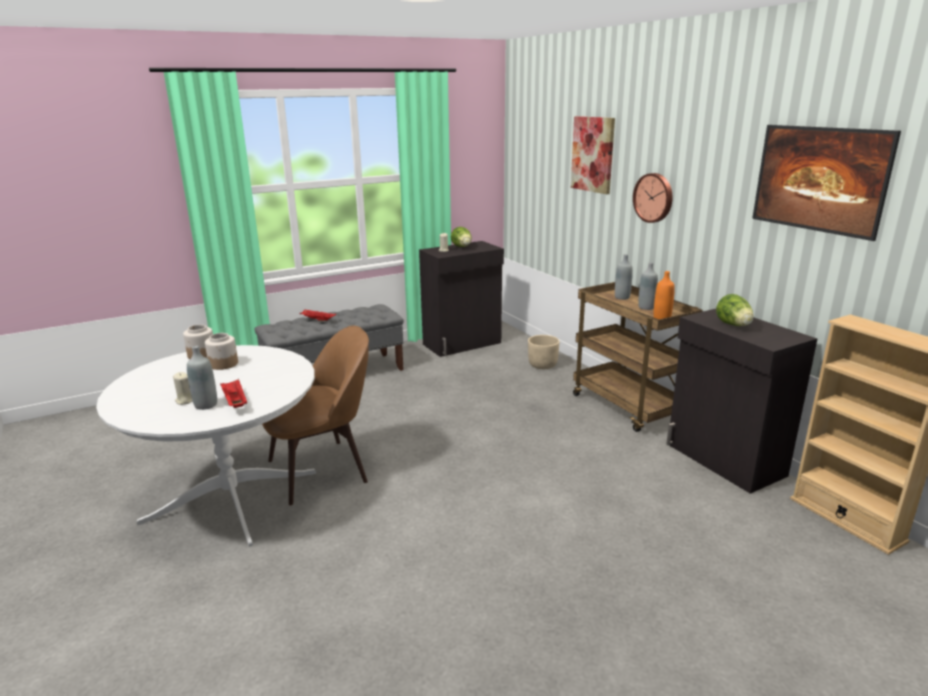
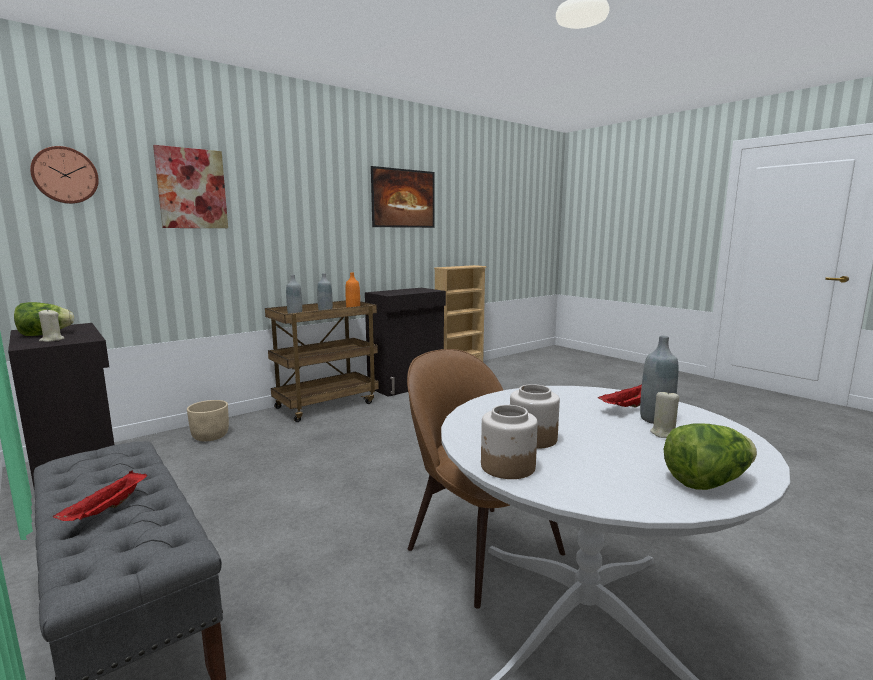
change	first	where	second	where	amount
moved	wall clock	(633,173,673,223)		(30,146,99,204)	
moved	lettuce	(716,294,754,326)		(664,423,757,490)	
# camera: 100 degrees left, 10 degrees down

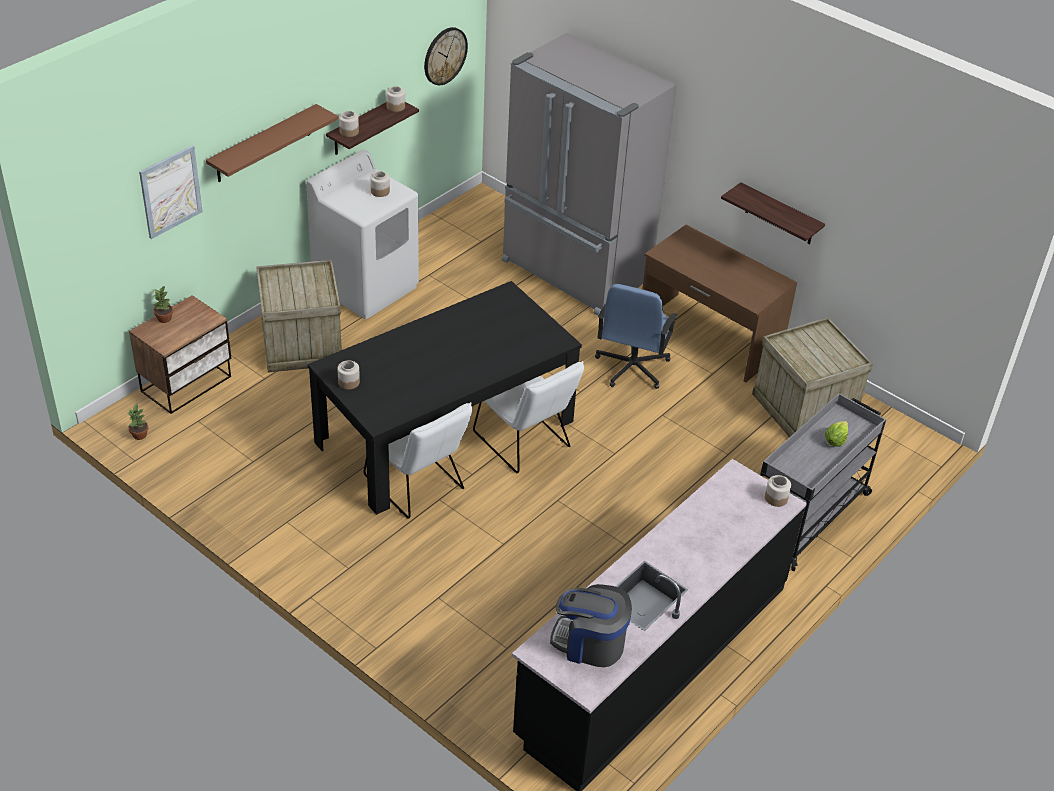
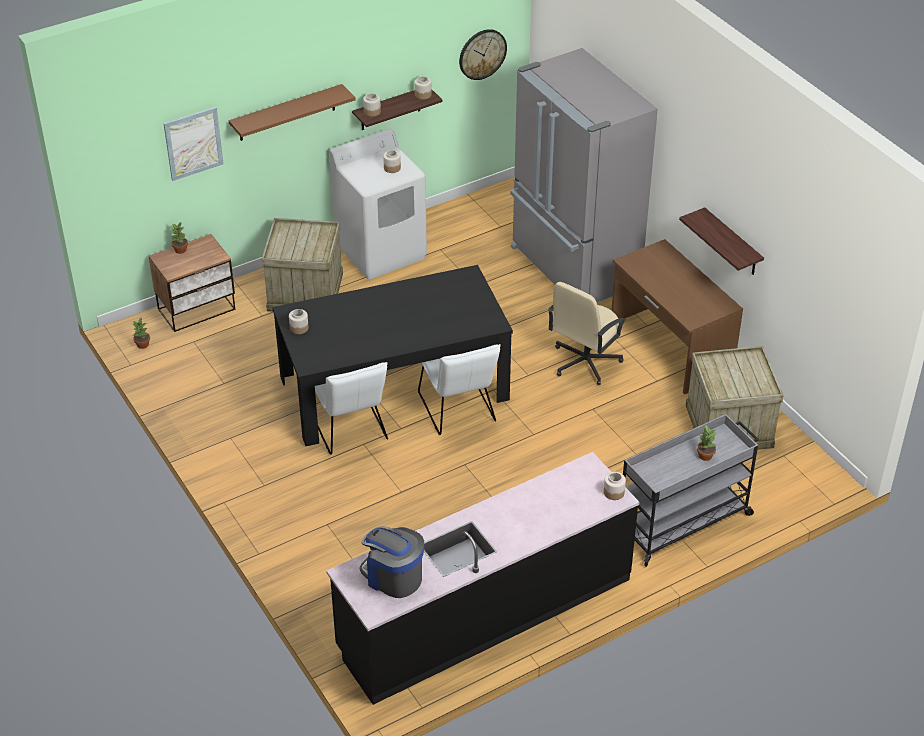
change	first	where	second	where	amount
recoloured	blue office chair	(595,284,678,389)	beige office chair	(548,282,626,385)	
replaced	lettuce	(825,421,848,446)	potted plant	(697,426,716,461)	
# camera: 20 degrees right, 0 degrees up

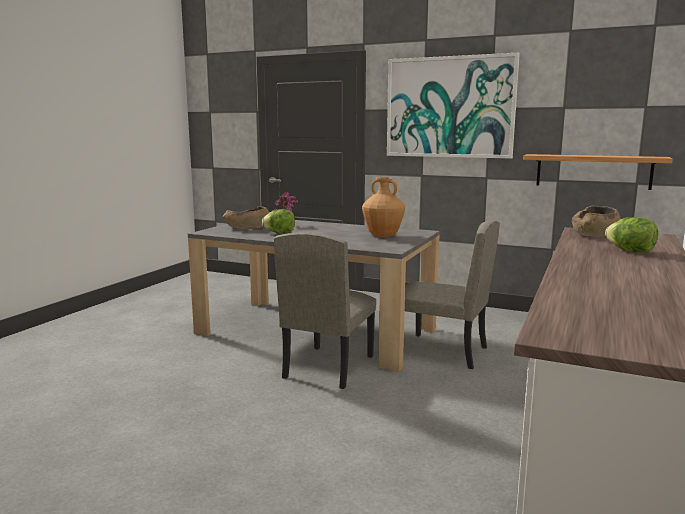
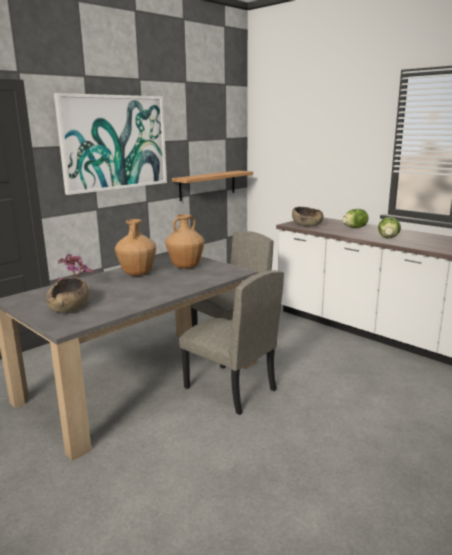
change	first	where	second	where	amount
moved	lettuce	(262,209,295,233)		(378,217,401,239)	
added			brown vase	(115,219,156,276)	
# camera: 70 degrees left, 5 degrees up

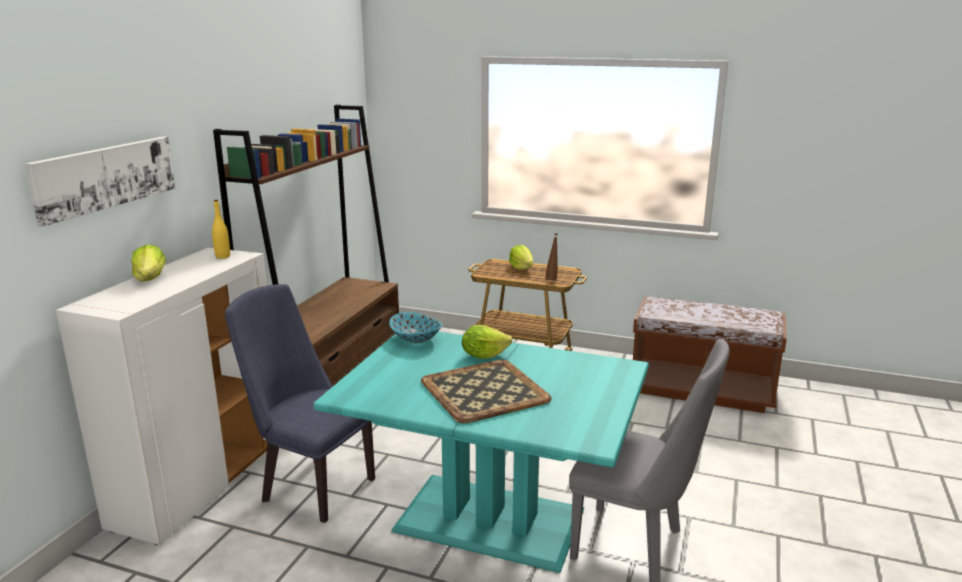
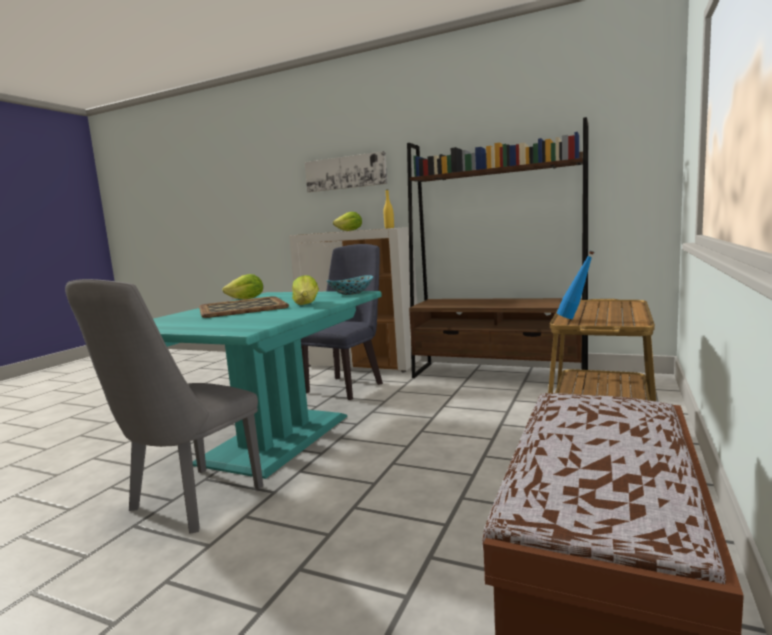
change	first	where	second	where	amount
moved	lettuce	(509,245,533,270)		(222,274,263,299)	
recoloured	brown bottle	(545,233,558,281)	blue bottle	(557,250,595,319)	
# camera: 95 degrees right, 10 degrees down

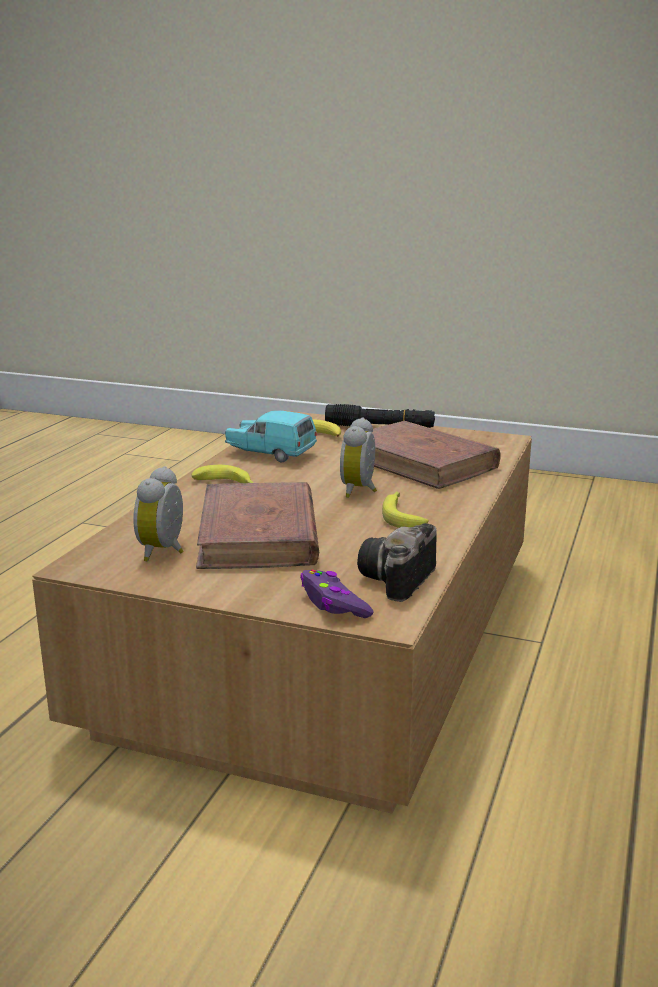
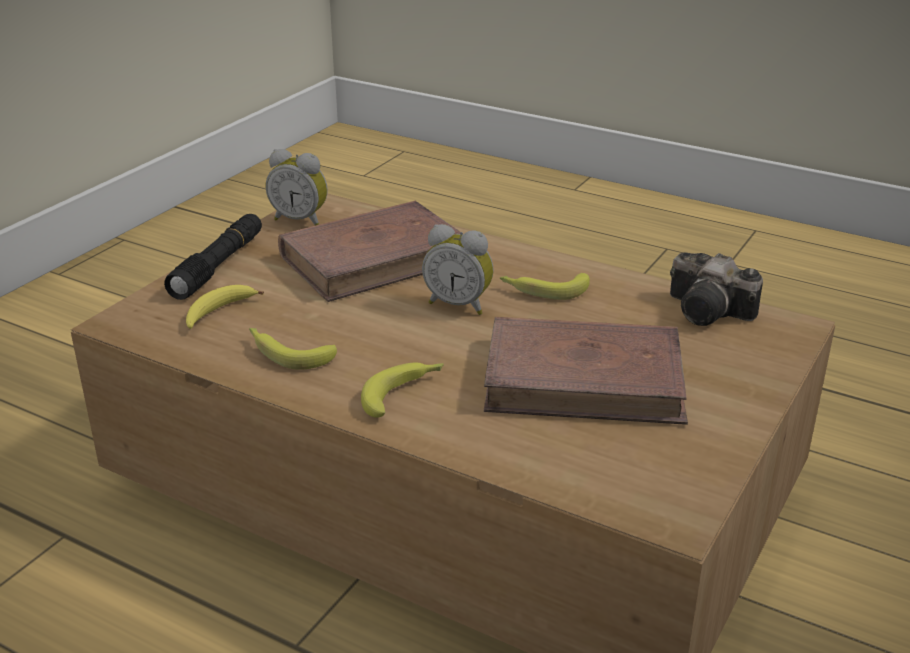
change	first	where	second	where	amount
moved	alarm clock	(133,466,183,562)		(266,149,328,226)	
replaced	turquoise toy car	(225,410,317,462)	banana	(249,328,337,370)	
removed	purple game controller	(300,569,373,618)			
# camera: 80 degrees left, 10 degrees up

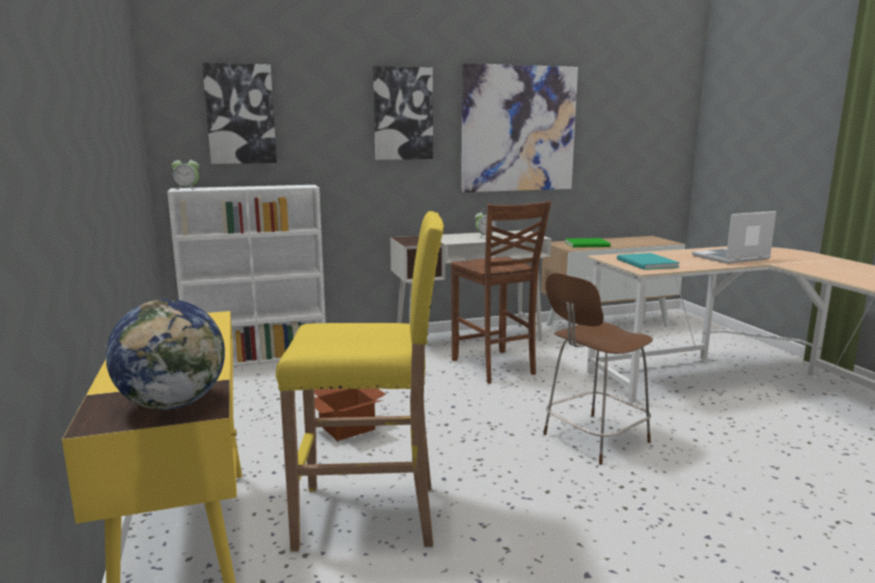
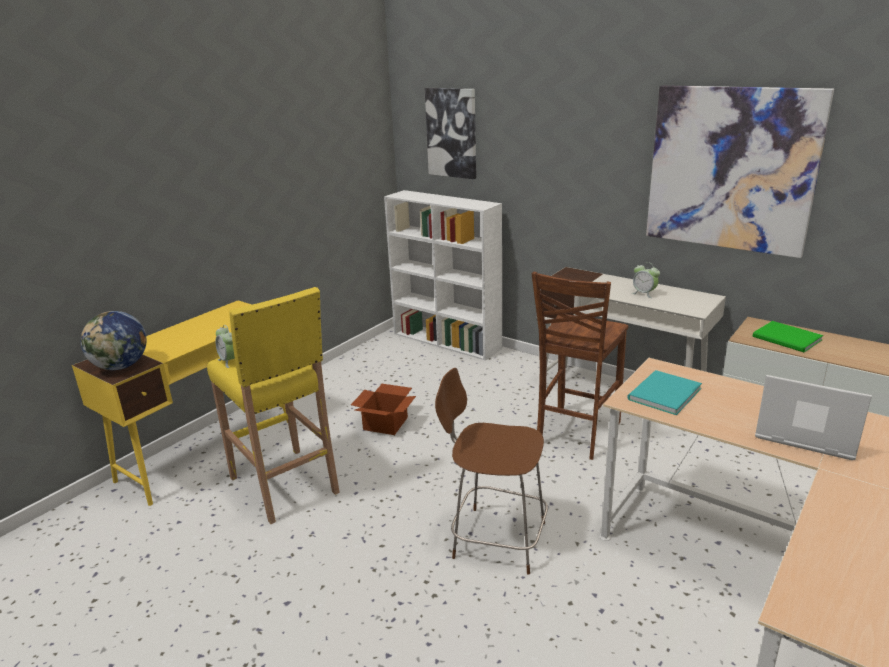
change	first	where	second	where	amount
moved	alarm clock	(171,156,199,190)		(215,325,235,368)	
removed	picture	(373,66,433,160)			
# camera: 55 degrees right, 10 degrees up

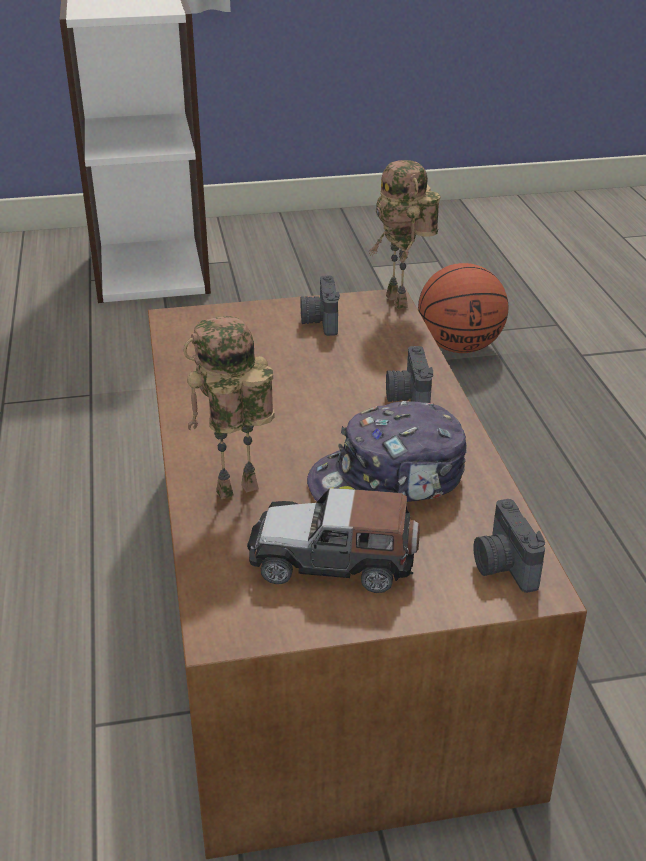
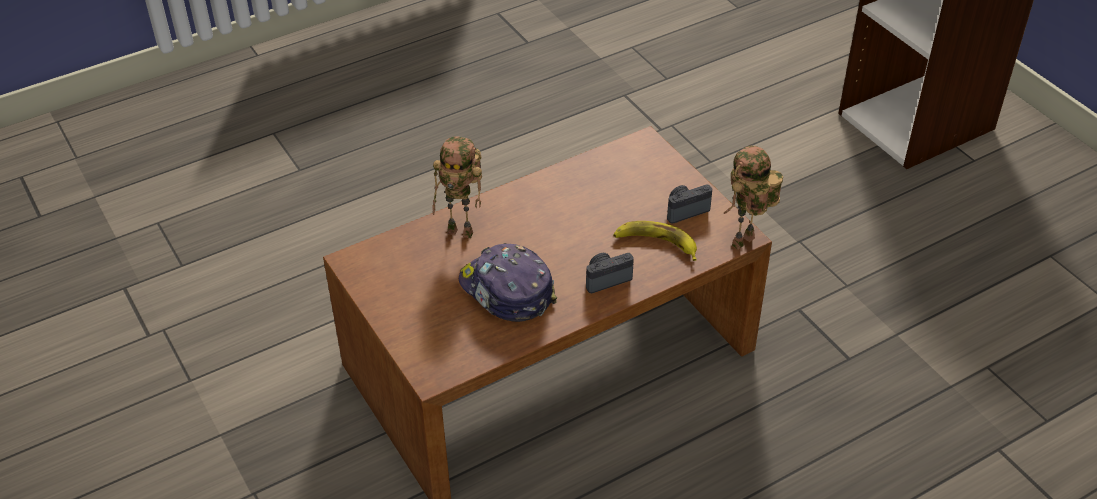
change	first	where	second	where	amount
turned	toy robot	(183,316,274,499)		(432,136,482,238)	150 degrees clockwise
removed	toy car	(247,488,420,593)			
removed	basketball	(418,263,508,353)			
removed	photo camera	(473,499,545,593)			
added			banana	(613,221,697,261)	
# camera: 70 degrees right, 10 degrees up

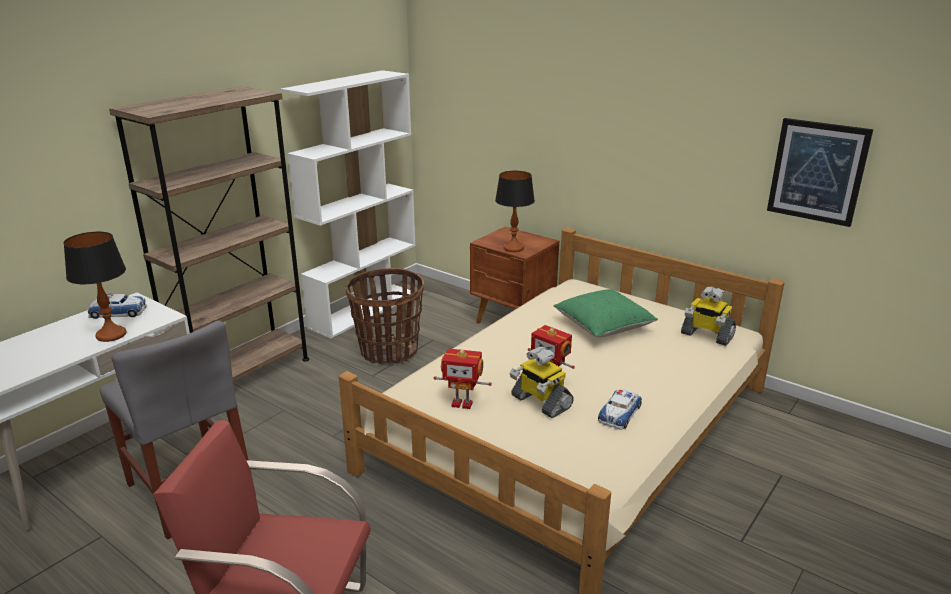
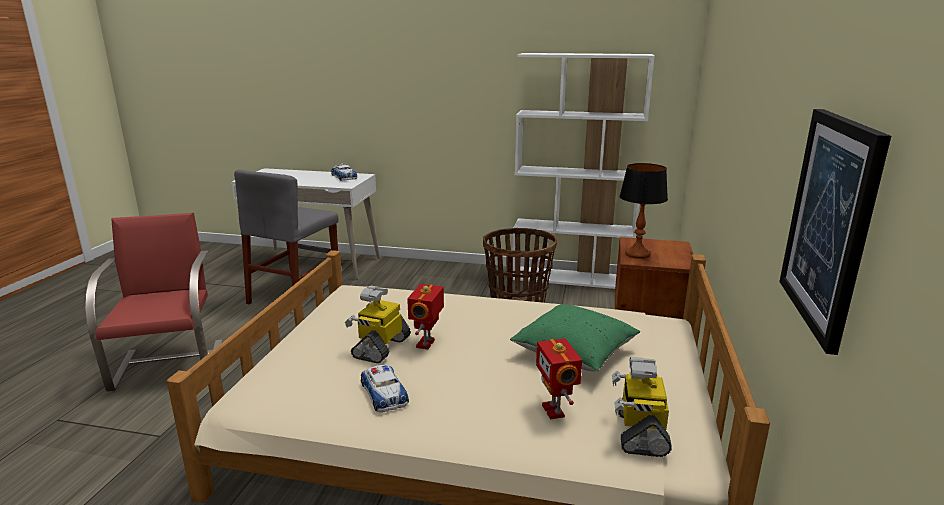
change	first	where	second	where	amount
removed	table lamp	(63,232,126,342)			
removed	brown bookcase	(109,86,309,382)			
moved	toy robot	(433,348,492,409)		(536,338,582,419)	
turned	toy car	(598,389,642,429)		(360,365,409,412)	120 degrees counterclockwise
# camera: 65 degrees right, 5 degrees down

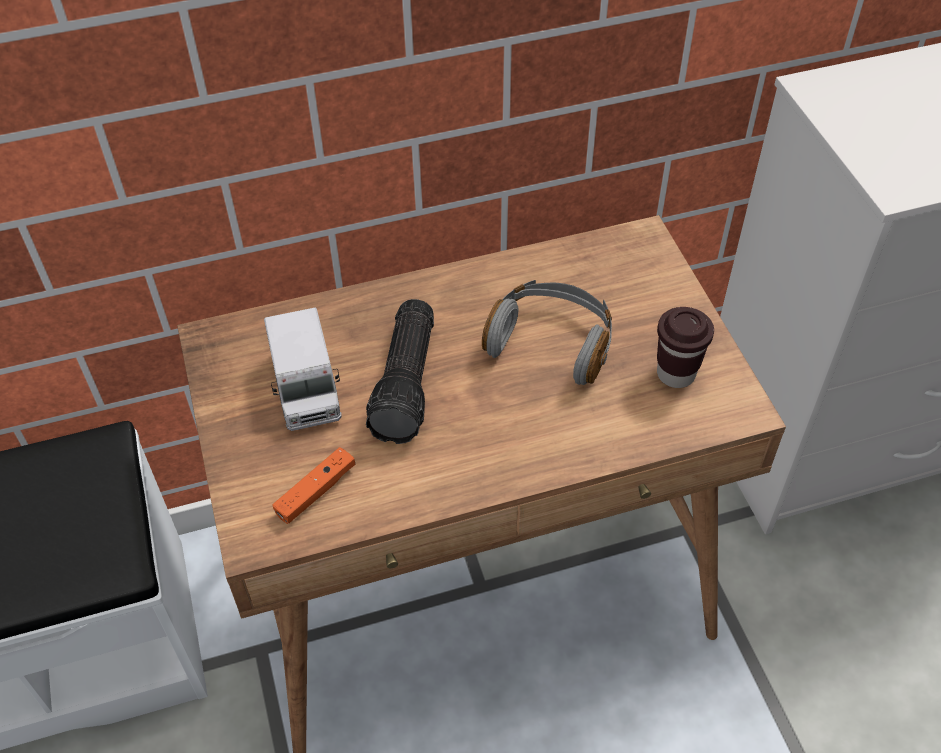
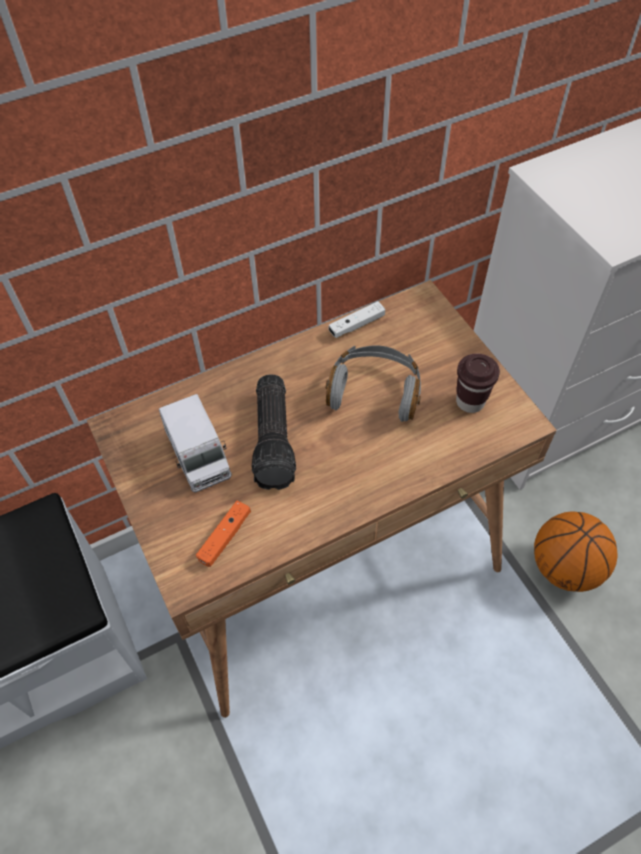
change	first	where	second	where	amount
added			white game controller	(329,301,385,338)	
added			basketball	(534,511,618,592)	
# camera: 10 degrees left, 5 degrees up

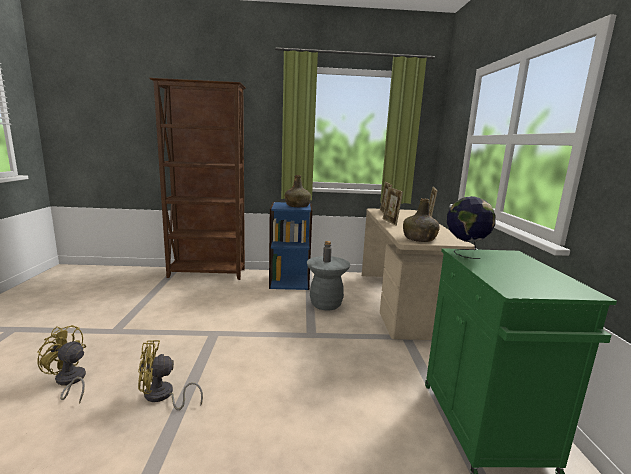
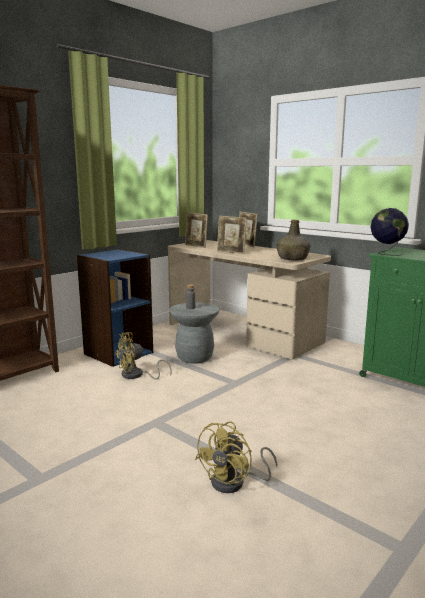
change	first	where	second	where	amount
moved	yellow fan	(37,325,86,403)		(115,332,172,380)	
removed	green bottle	(285,175,311,207)			
# camera: 45 degrees left, 0 degrees up

